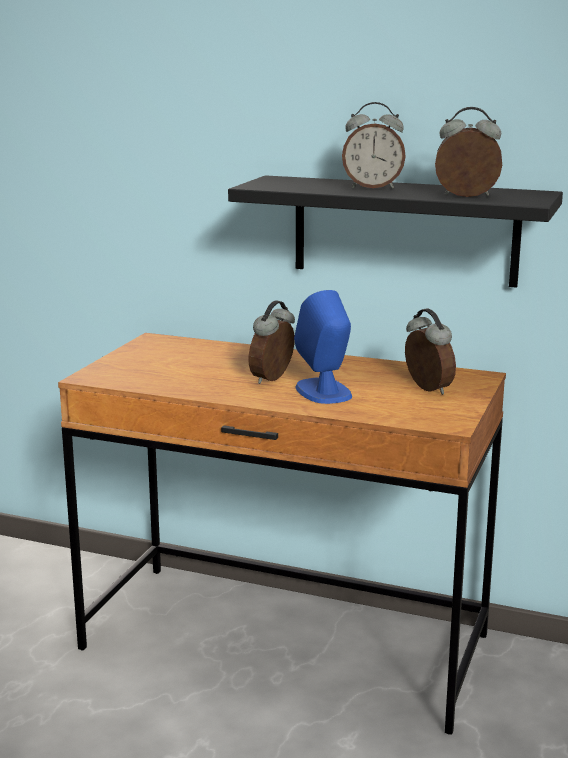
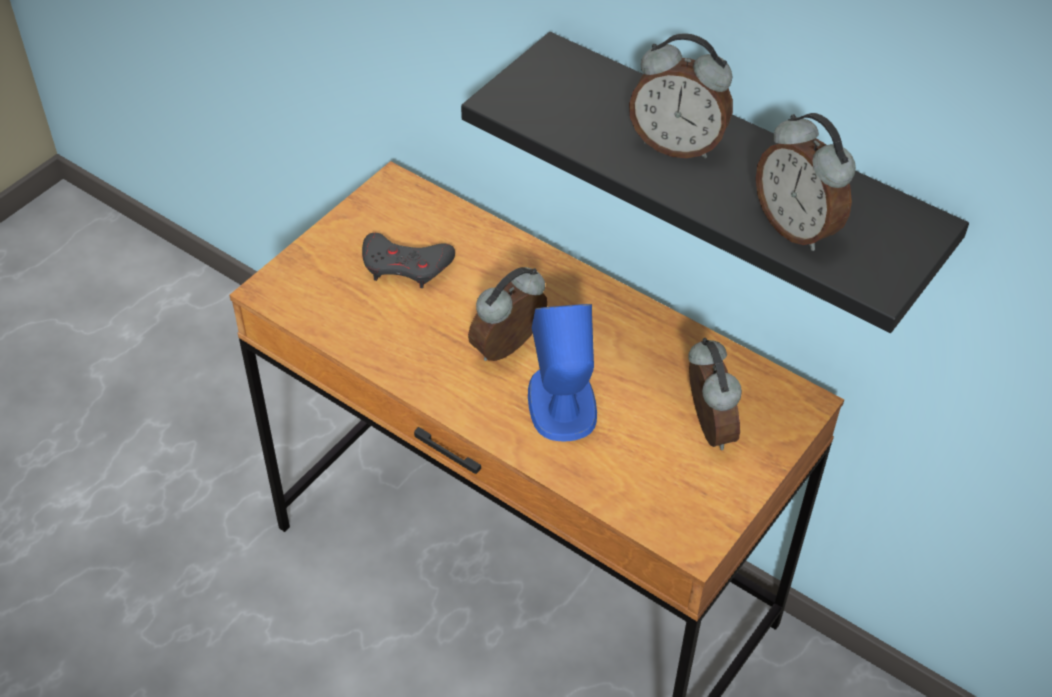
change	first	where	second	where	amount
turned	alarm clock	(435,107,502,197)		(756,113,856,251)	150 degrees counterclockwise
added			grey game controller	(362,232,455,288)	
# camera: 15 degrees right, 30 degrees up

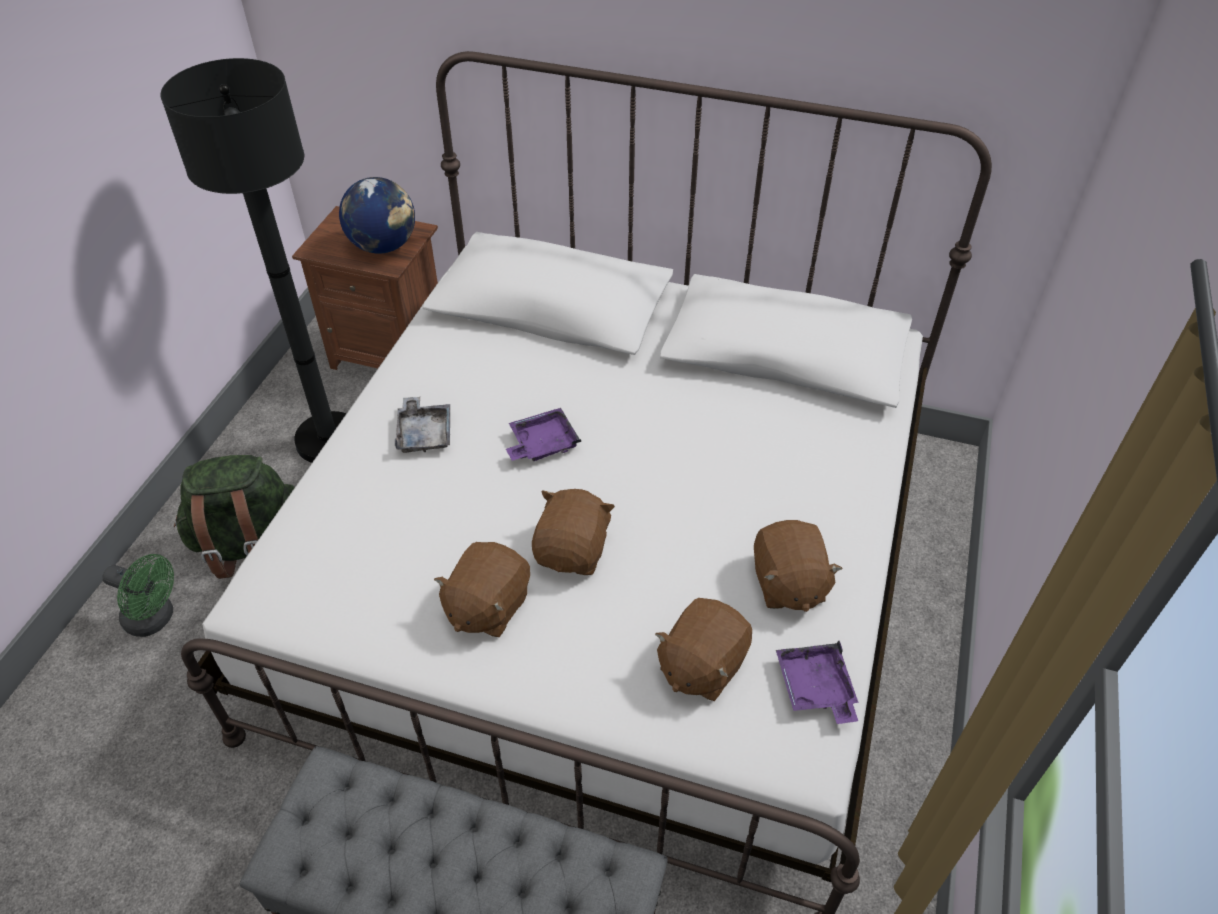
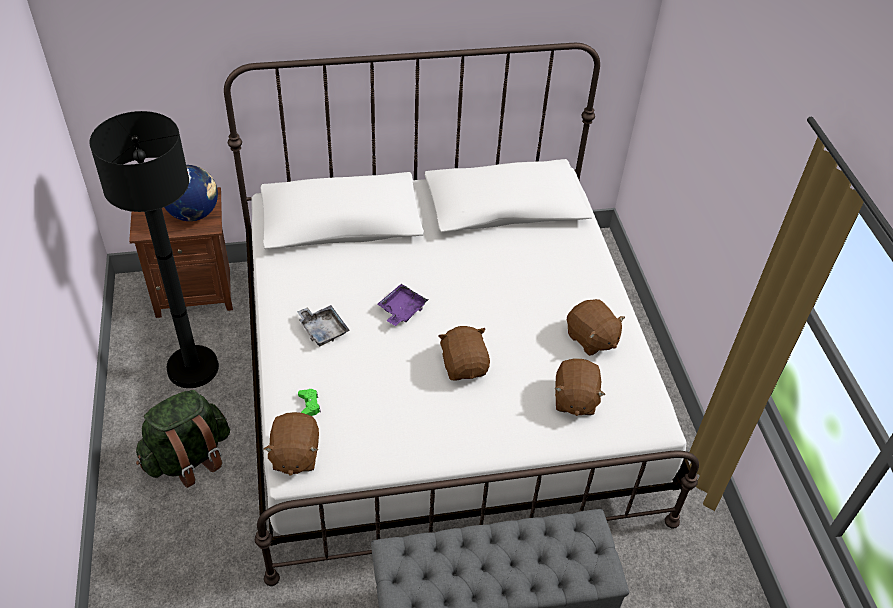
change	first	where	second	where	amount
removed	green fan	(103,554,174,637)			
moved	brown plush toy	(434,542,530,637)		(264,412,319,476)	
removed	purple tray	(776,641,859,724)			
added			green game controller	(298,389,321,416)	
# camera: 30 degrees left, 0 degrees up

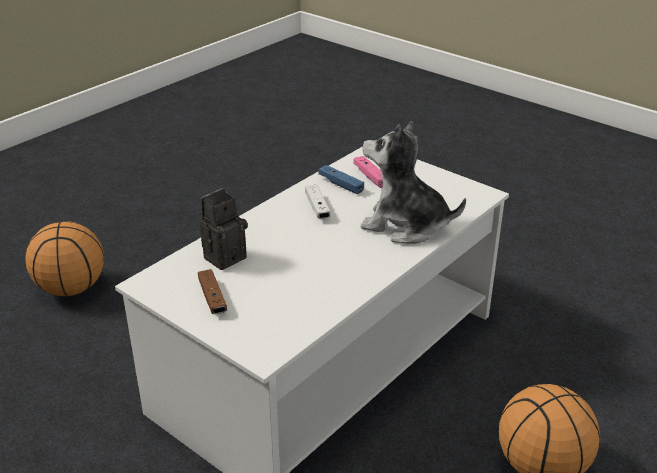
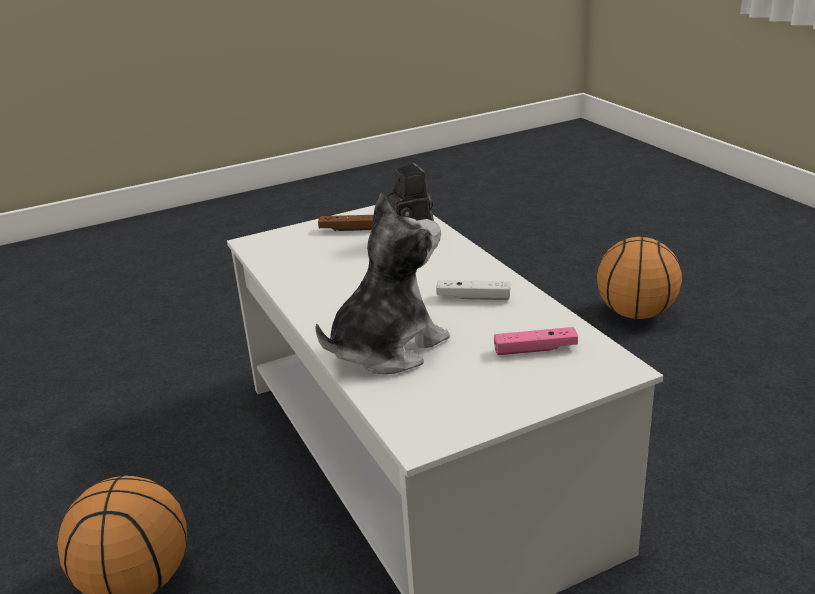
change	first	where	second	where	amount
removed	blue game controller	(318,165,364,194)			
# camera: 115 degrees right, 5 degrees down

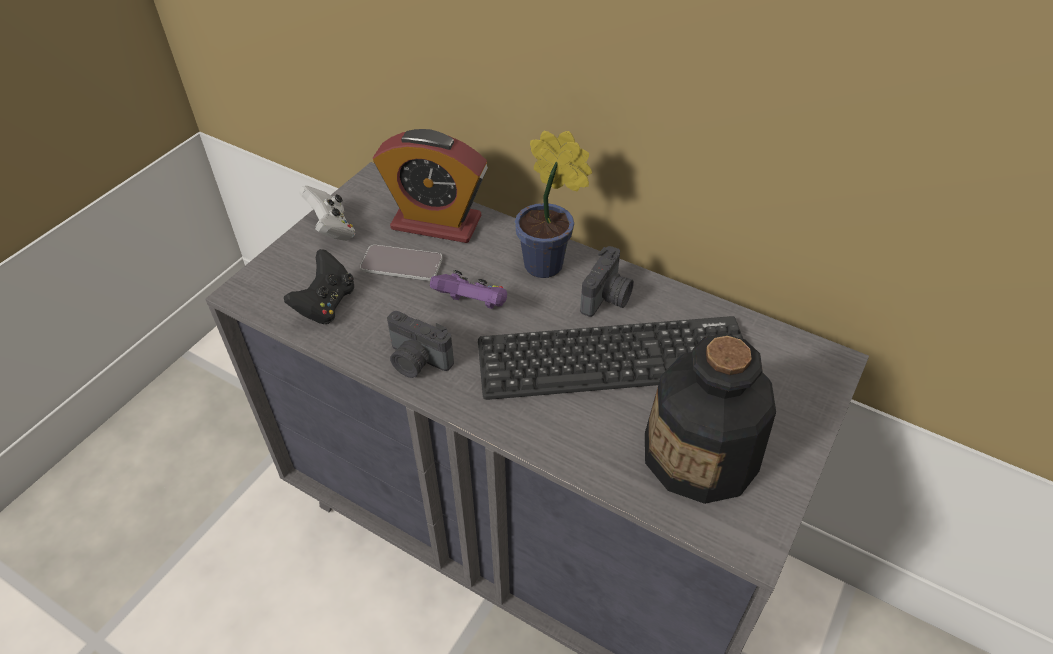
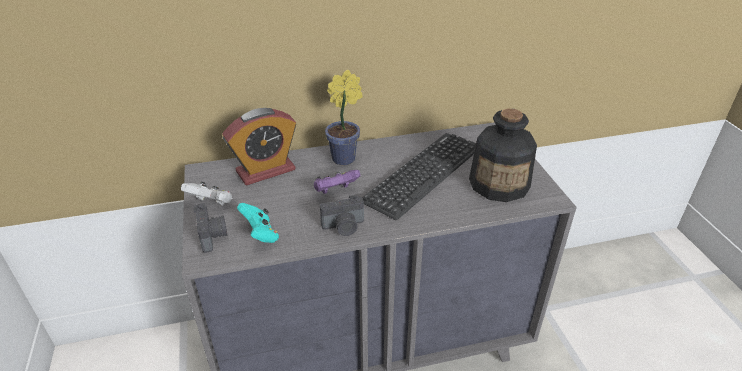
change	first	where	second	where	amount
recoloured	black game controller	(284,249,354,324)	turquoise game controller	(237,203,279,243)	
removed	phone	(360,245,442,281)			
moved	photo camera	(580,246,634,317)		(194,203,227,253)	
# camera: 45 degrees left, 10 degrees down

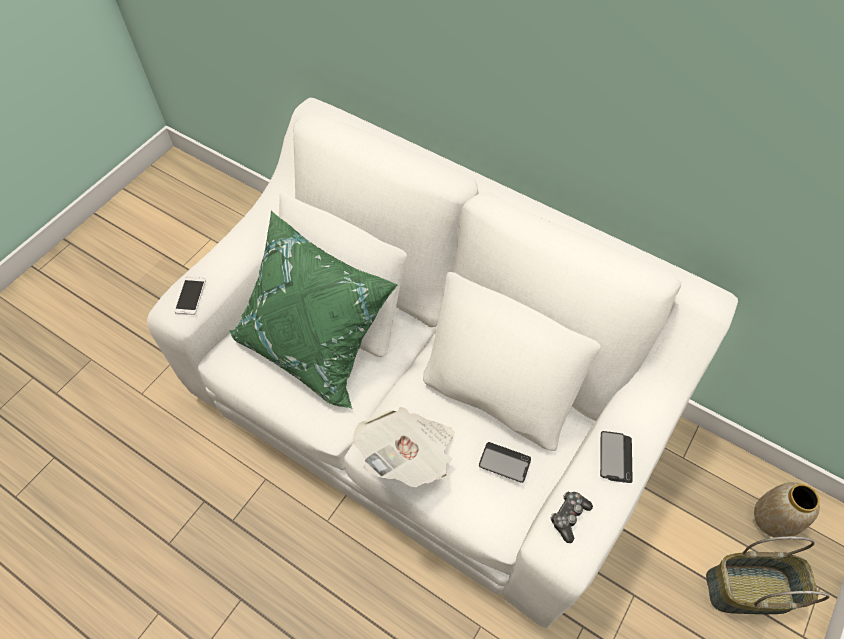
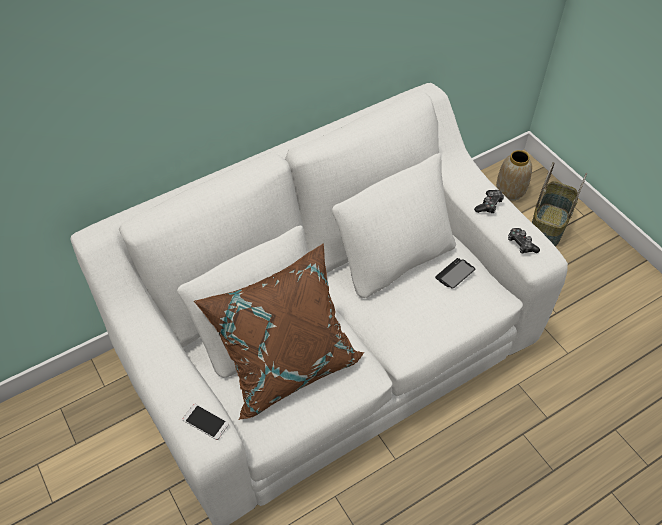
change	first	where	second	where	amount
recoloured	green pillow	(229,210,397,408)	brown pillow	(194,243,365,420)	
removed	newspaper	(353,407,455,487)			
replaced	phone	(600,431,633,483)	game controller	(474,190,504,213)	
# camera: 65 degrees left, 5 degrees down

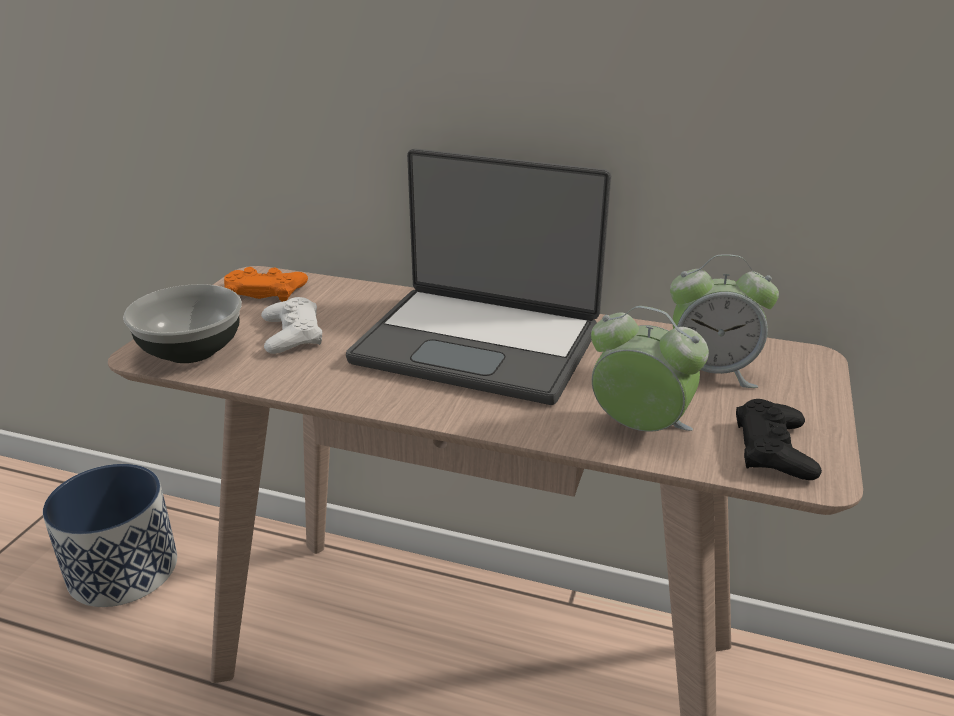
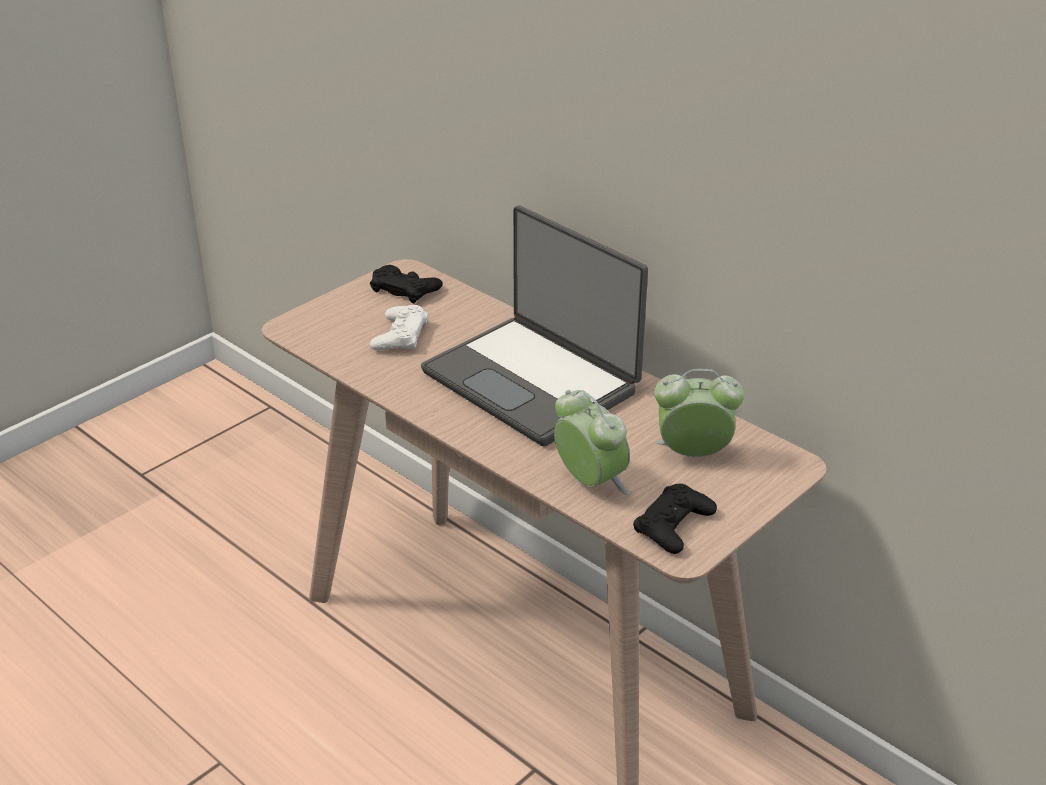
change	first	where	second	where	amount
removed	planter	(43,464,177,607)			
removed	bowl	(123,284,242,363)			
recoloured	orange game controller	(224,267,308,302)	black game controller	(370,265,443,303)	
turned	alarm clock	(670,254,779,388)		(654,369,744,457)	150 degrees clockwise
# camera: 25 degrees right, 5 degrees up

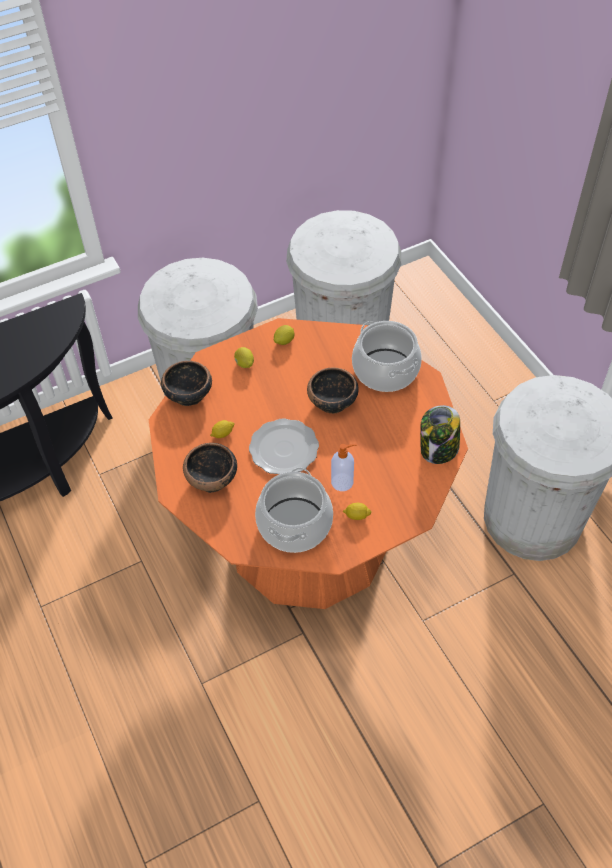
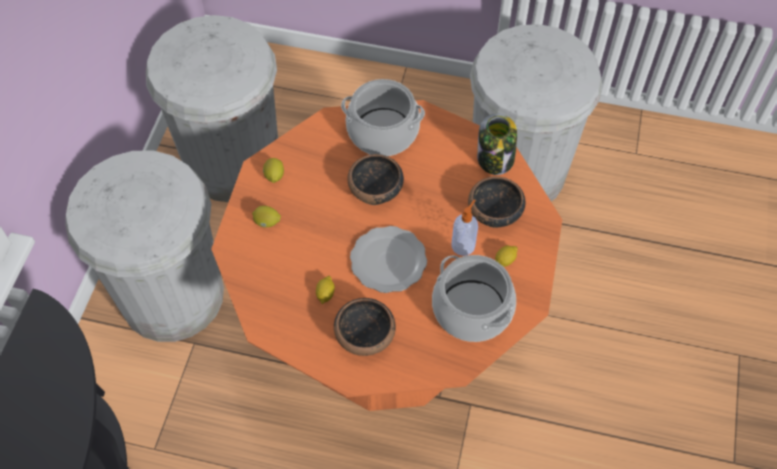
change	first	where	second	where	amount
moved	bowl	(161,361,212,406)		(468,176,525,228)	
# camera: 50 degrees left, 5 degrees up

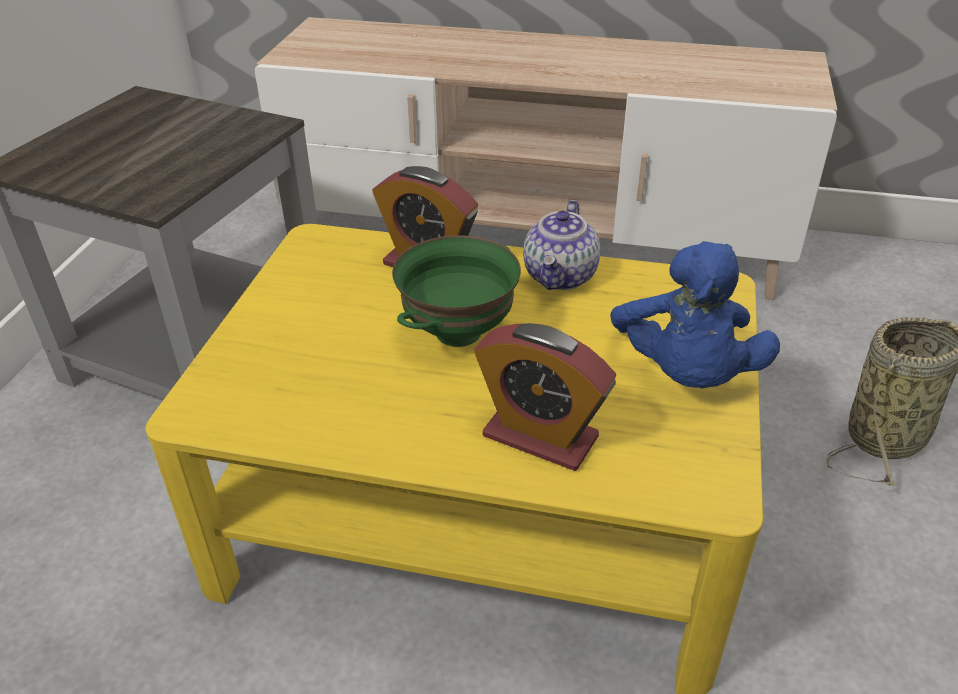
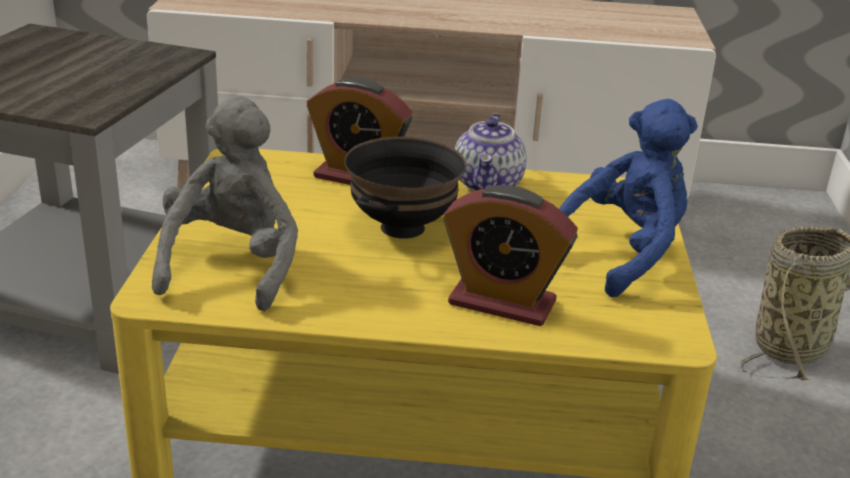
change	first	where	second	where	amount
recoloured	green bowl	(392,235,521,347)	black bowl	(344,137,466,239)	
turned	blue plush toy	(610,241,780,388)		(559,99,698,297)	120 degrees counterclockwise
added			grey plush toy	(152,95,298,311)	
# camera: 10 degrees left, 10 degrees down

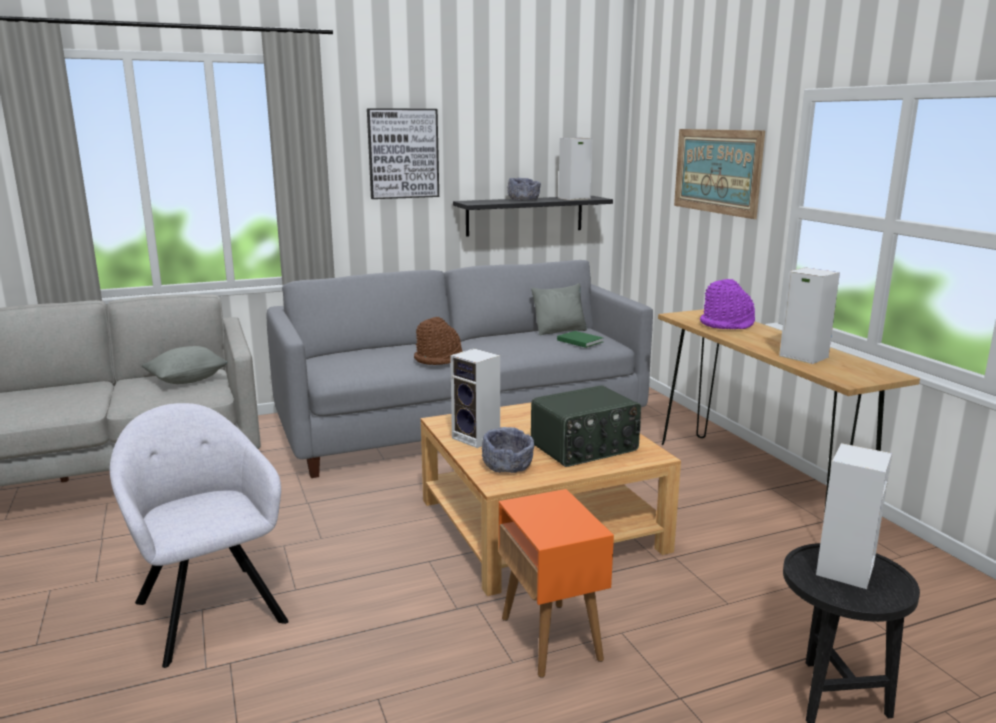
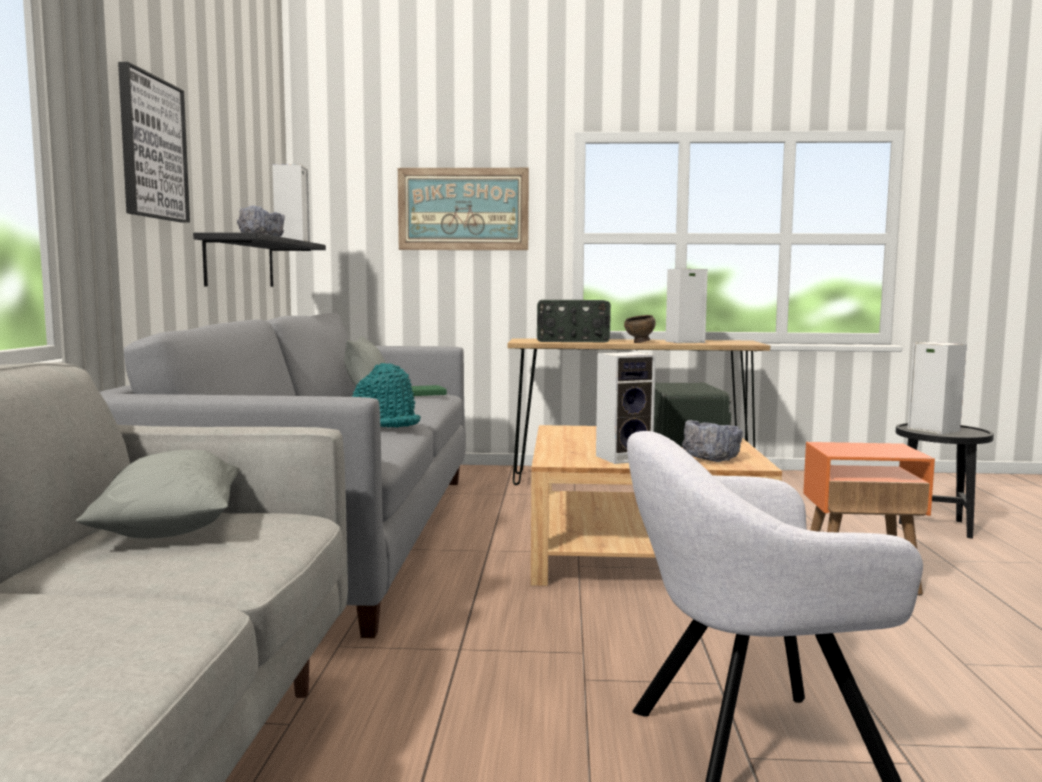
change	first	where	second	where	amount
recoloured	brown hat	(414,317,462,365)	turquoise hat	(352,363,421,428)	
replaced	purple hat	(700,279,755,330)	radio	(537,300,611,342)	
added			brown bowl	(624,315,655,343)	
# camera: 65 degrees left, 10 degrees down

